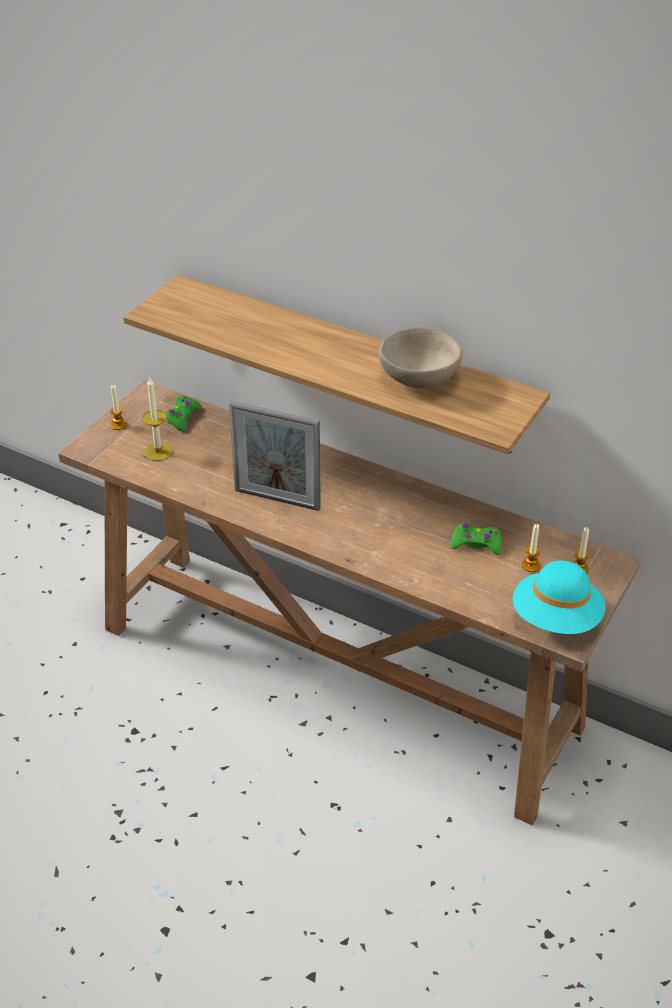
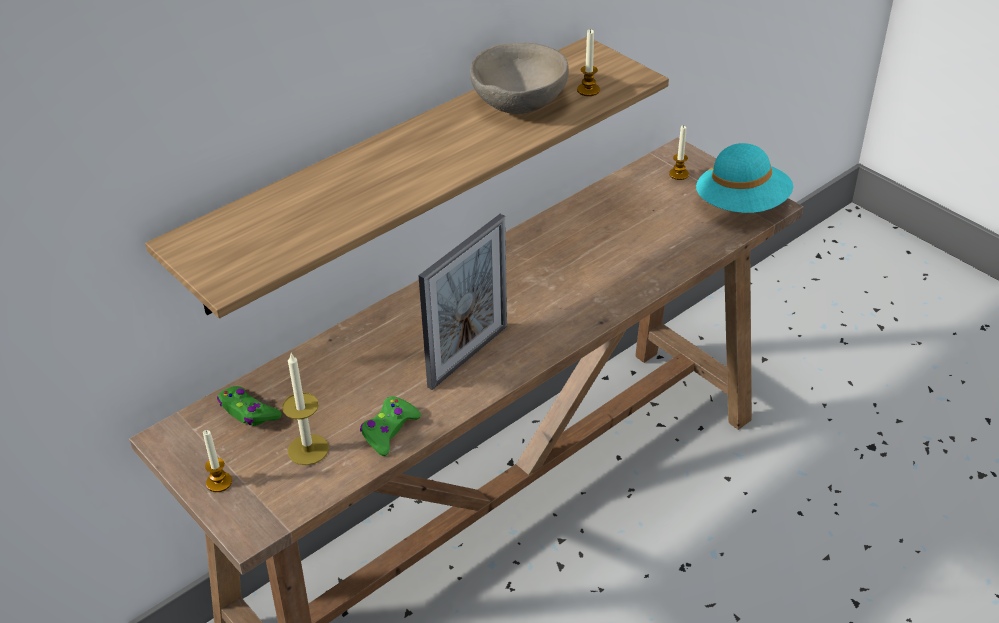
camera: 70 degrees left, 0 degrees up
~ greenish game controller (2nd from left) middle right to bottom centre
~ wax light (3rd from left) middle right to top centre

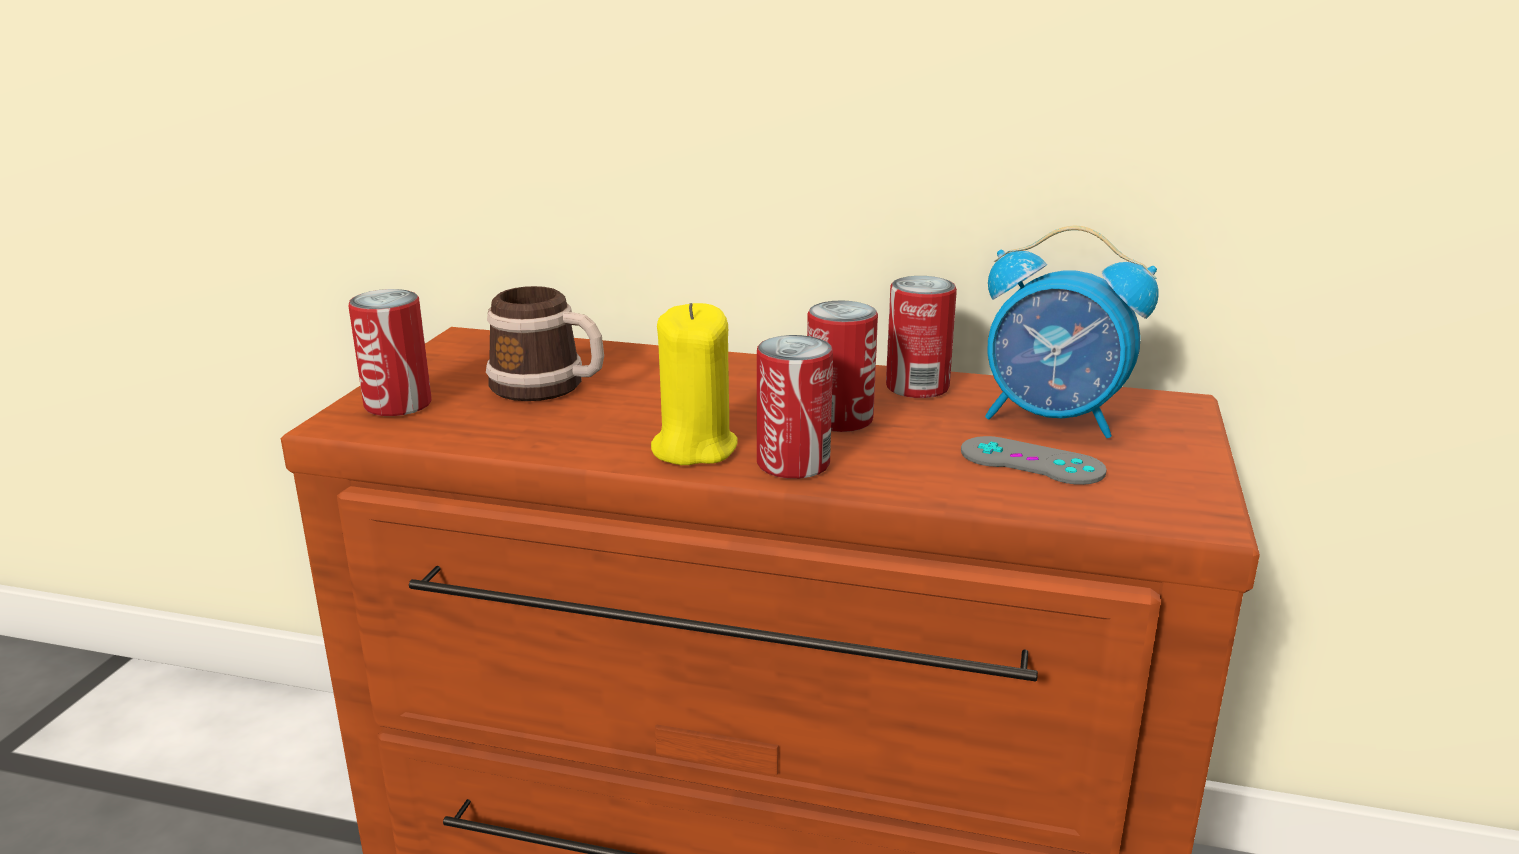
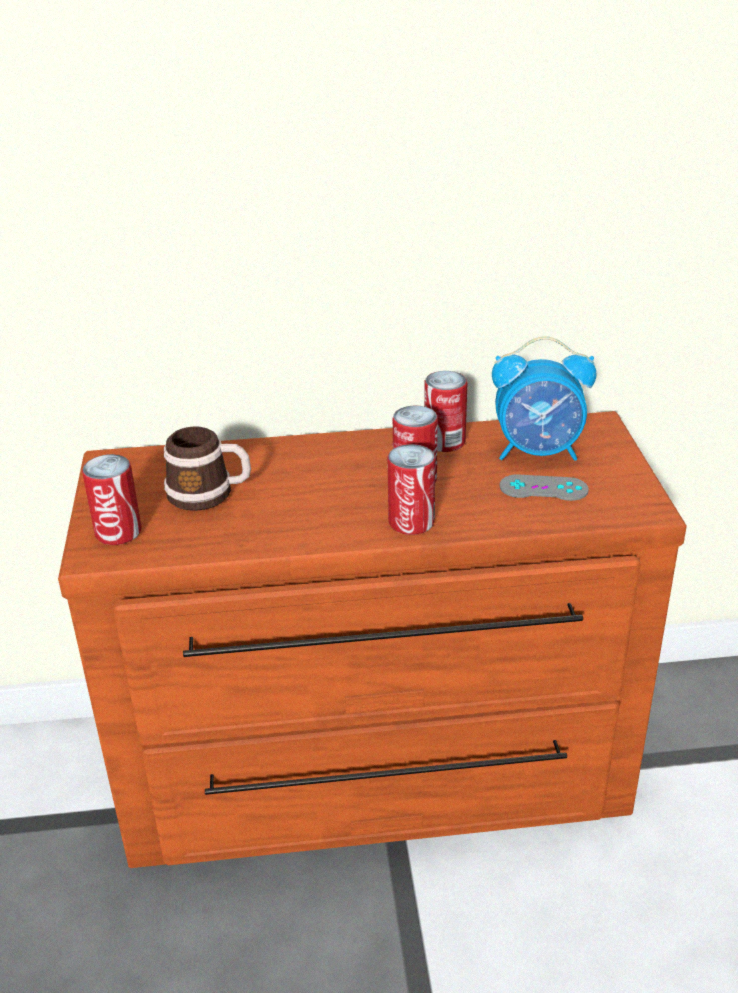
camera: 20 degrees left, 10 degrees up
- yellowish wax light centre

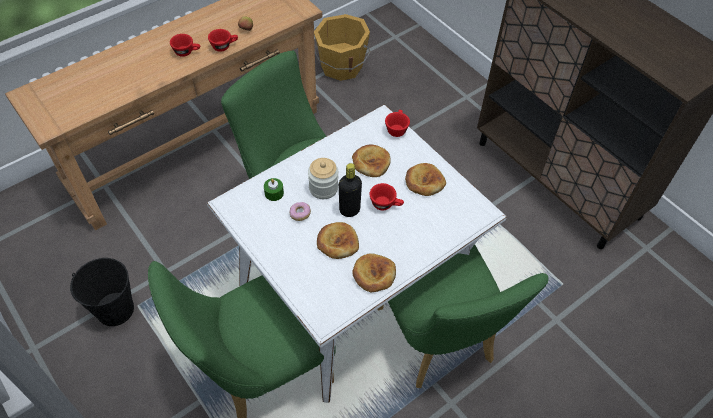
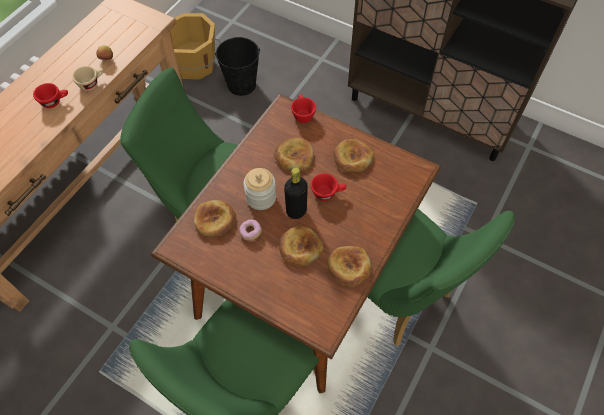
camera: 20 degrees left, 5 degrees up
~ black pail bottom left to top centre
~ white dining table centre to brownish dining table centre
~ red-coloured drinking cup (2nd from left) top left to sand-coloured drinking cup top left
~ greenish wax light centre to baked bread (1st from left) centre

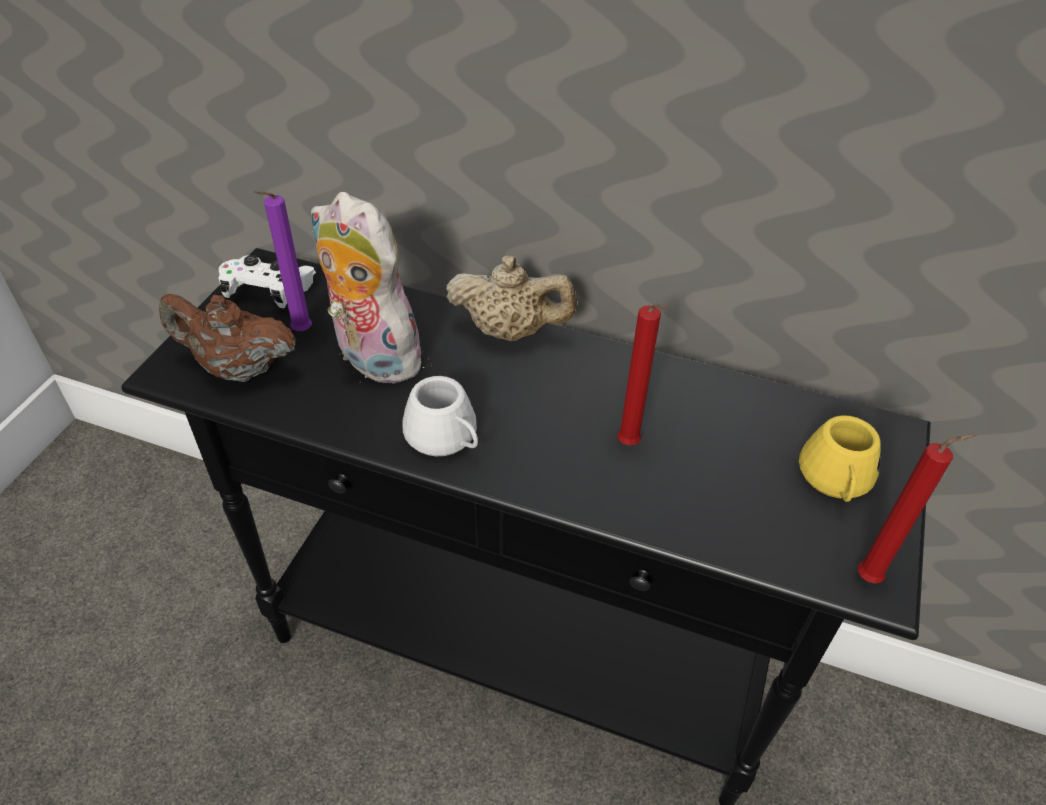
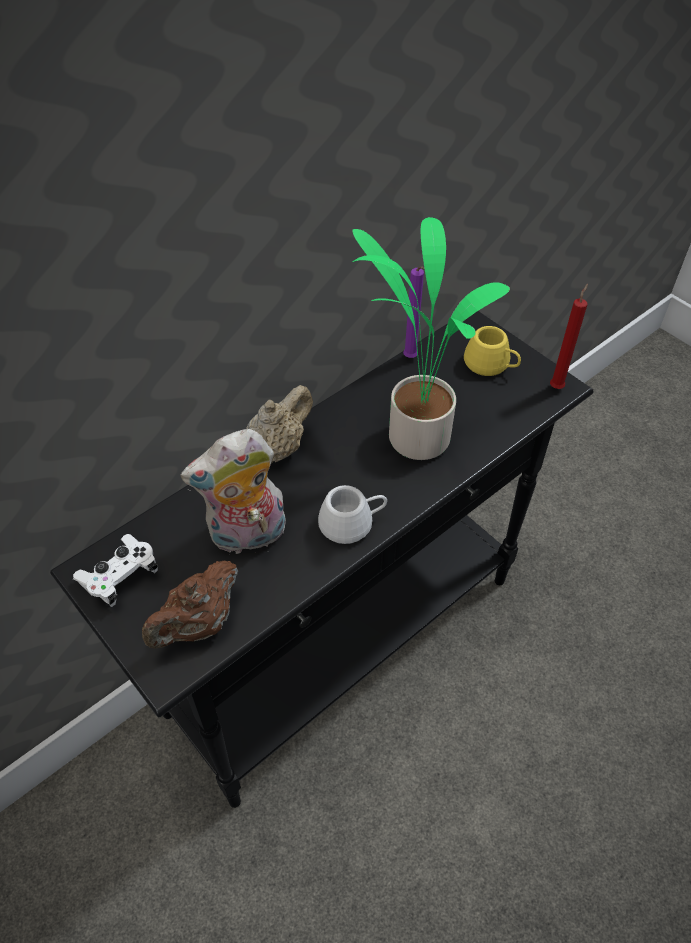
camera: 60 degrees left, 5 degrees up
~ purple wax light top left to top centre
~ red-coloured wax light (1st from left) centre to plant in a pot centre

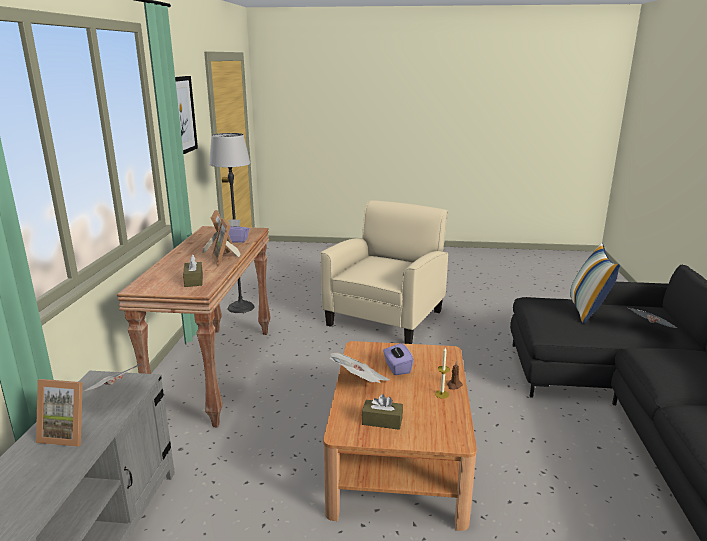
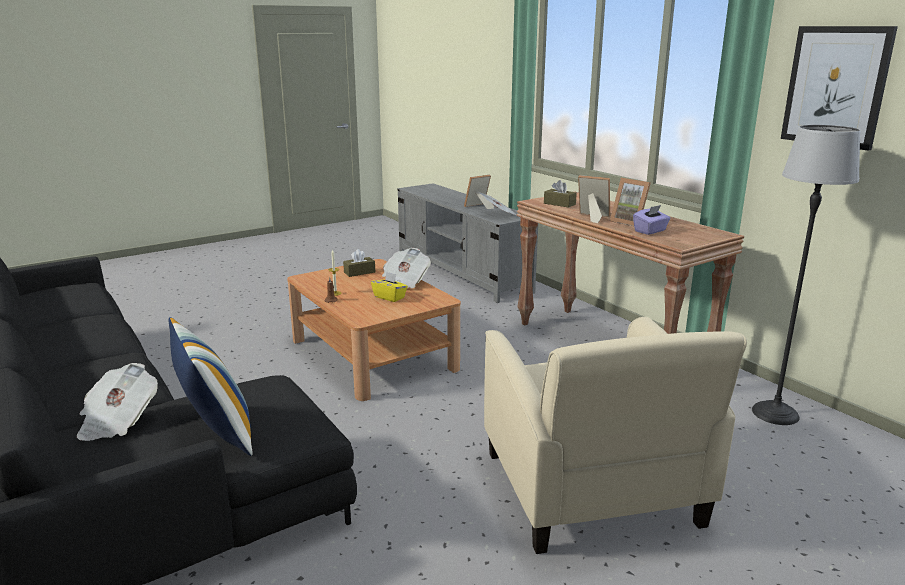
camera: 140 degrees right, 0 degrees up
~ purple tissue box (2nd from left) centre to yellowish tissue box centre

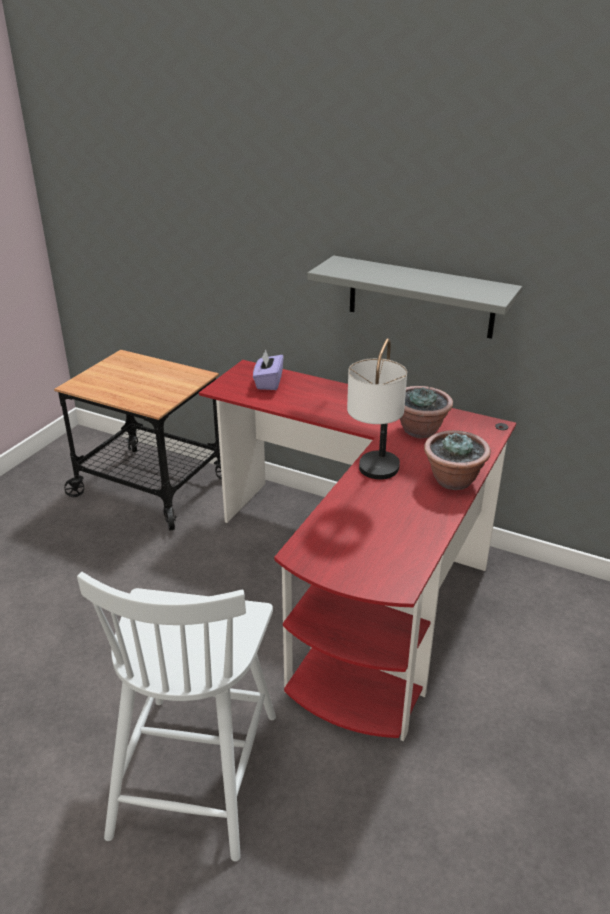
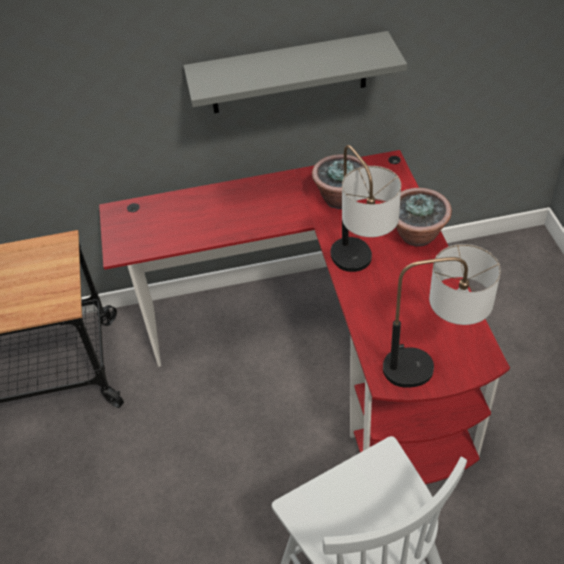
camera: 35 degrees left, 15 degrees up
- purple tissue box centre
+ table lamp (2nd from left) middle right

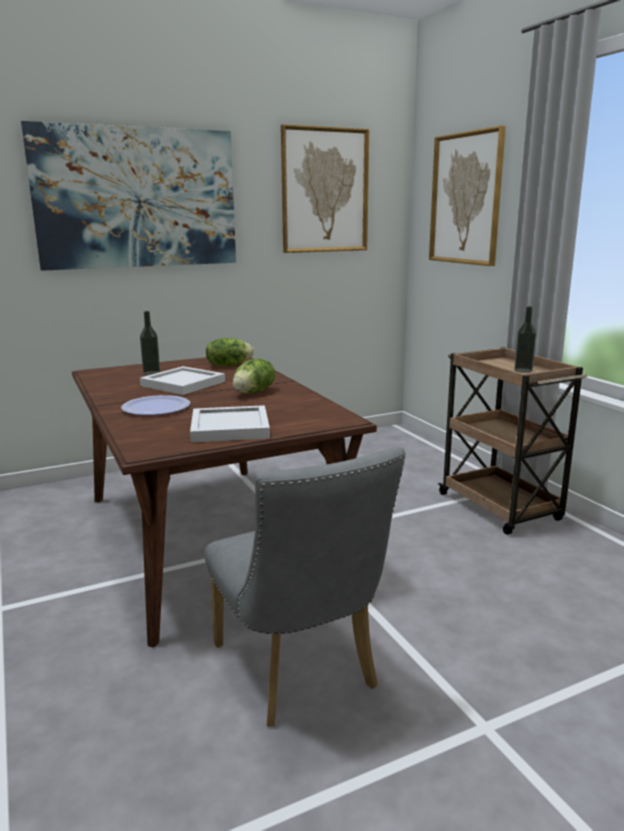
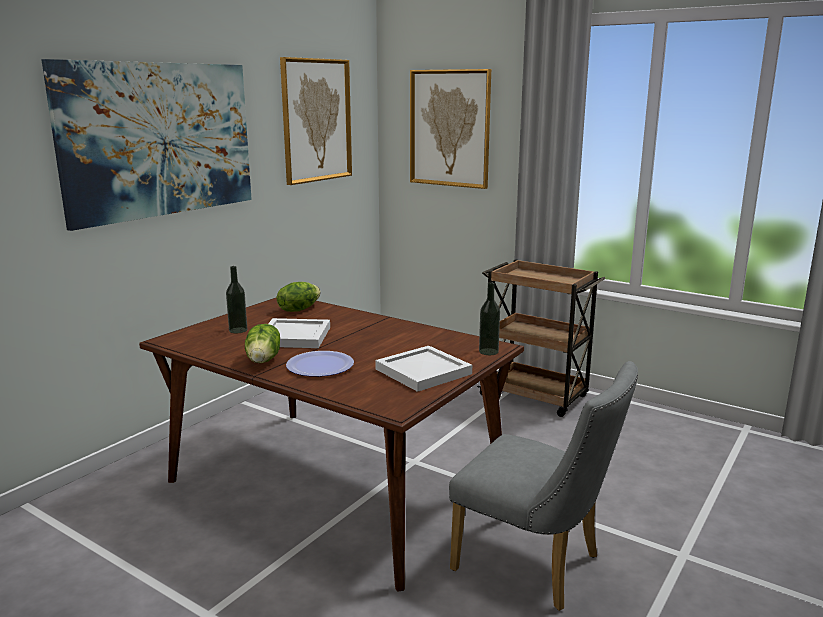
camera: 30 degrees left, 0 degrees up
~ lettuce head (2nd from left in the first image) centre to lettuce head (1st from left) middle left
~ drink bottle (2nd from left) middle right to centre

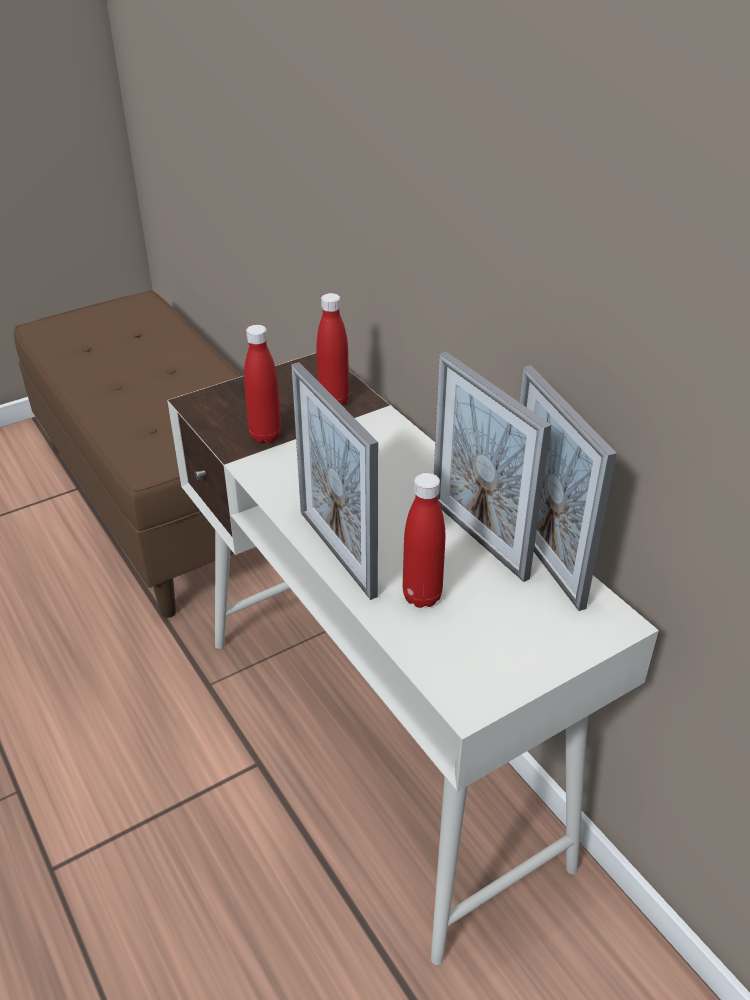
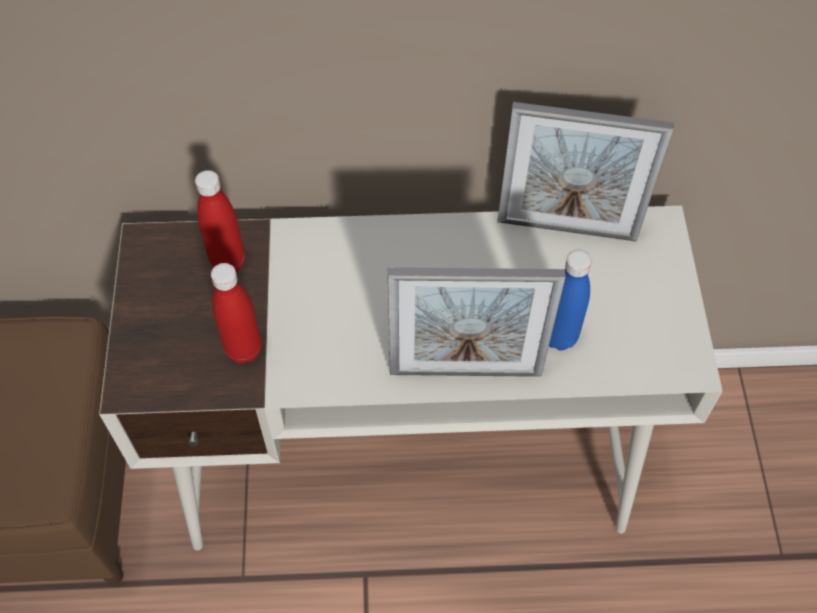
camera: 60 degrees left, 20 degrees up
~ red-coloured drink bottle (3rd from left) centre to bluish drink bottle middle right
- photo frame (2nd from left) centre

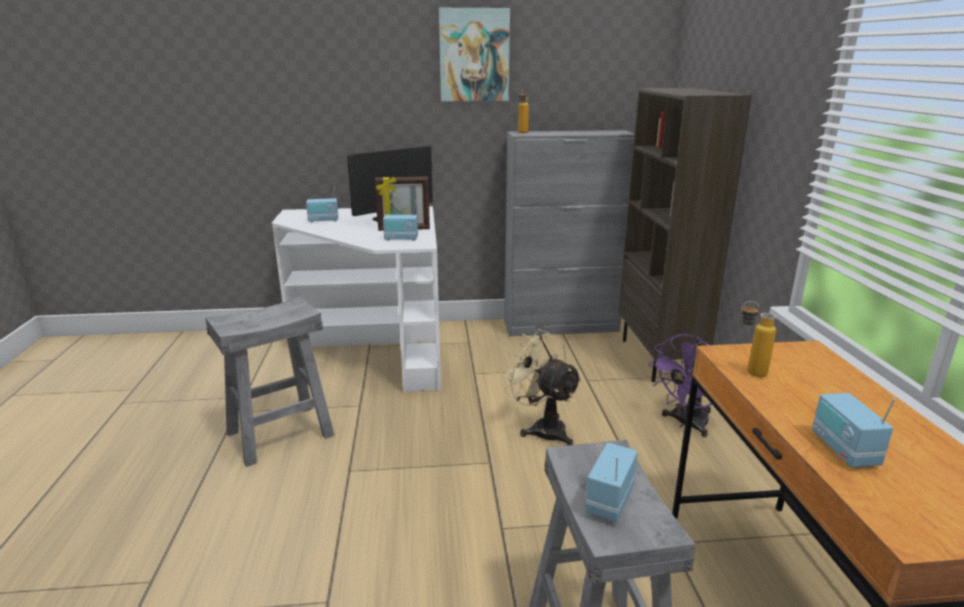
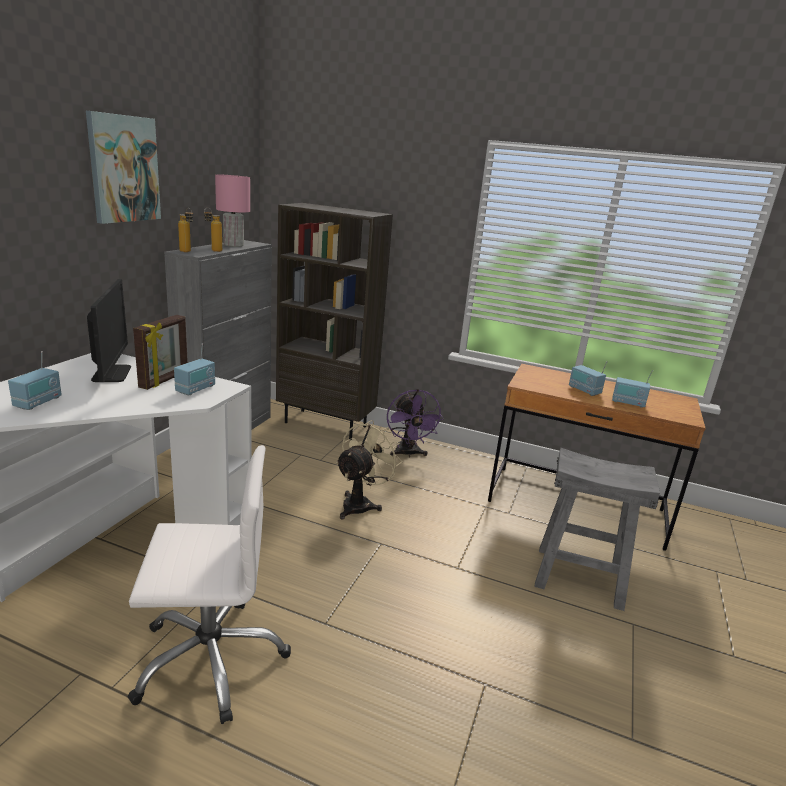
camera: 65 degrees left, 0 degrees up
~ grey sitting stool (1st from left) middle left to white office chair bottom left
~ sand-coloured fan centre = centre 135 degrees clockwise
~ radio (3rd from left) bottom centre to middle right
~ drink bottle (2nd from left) middle right to top left
+ pink table lamp top left

